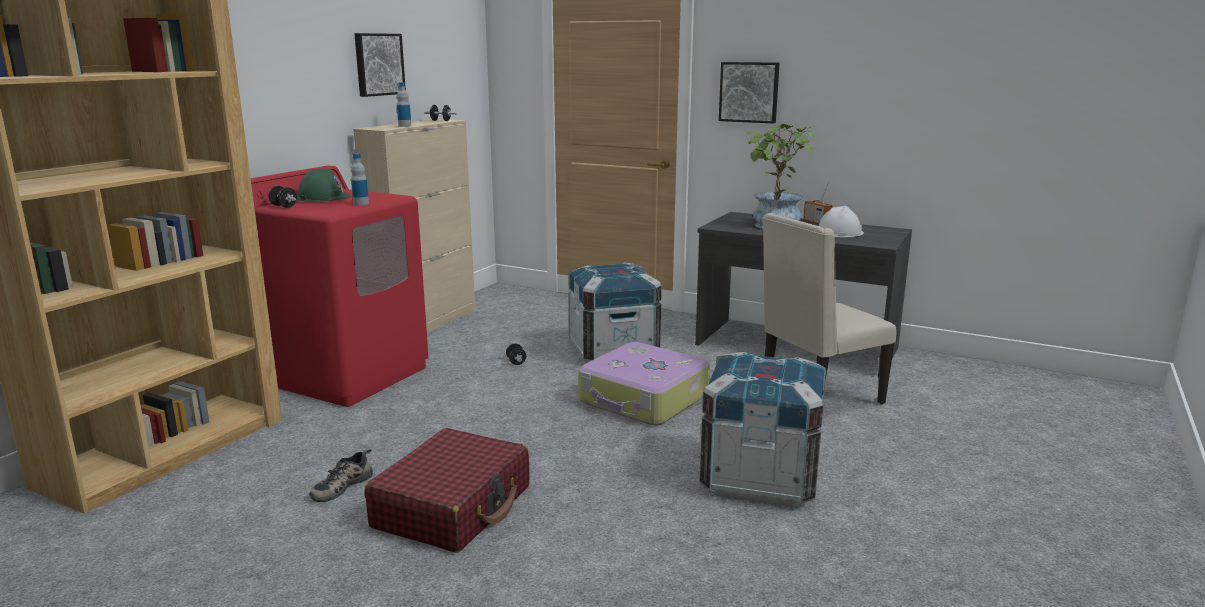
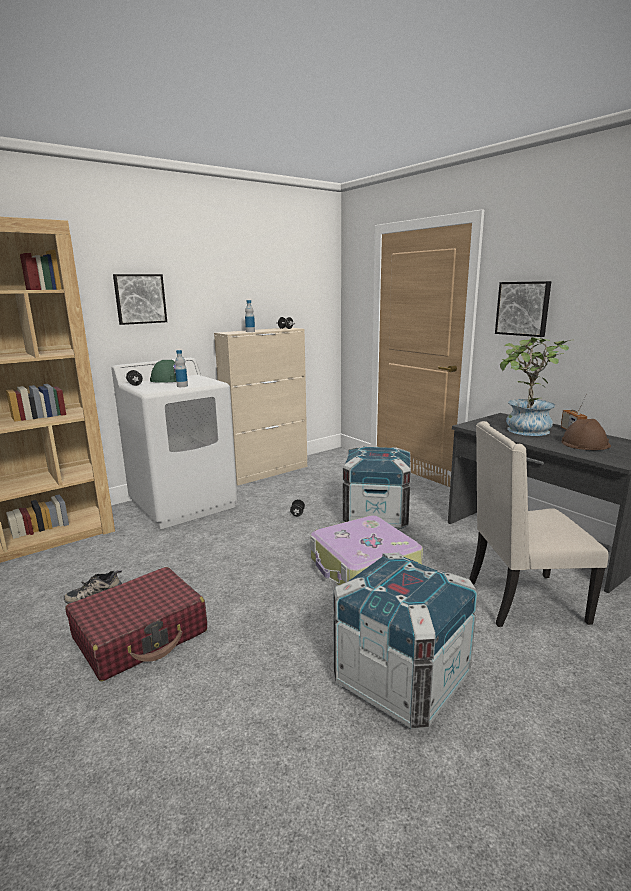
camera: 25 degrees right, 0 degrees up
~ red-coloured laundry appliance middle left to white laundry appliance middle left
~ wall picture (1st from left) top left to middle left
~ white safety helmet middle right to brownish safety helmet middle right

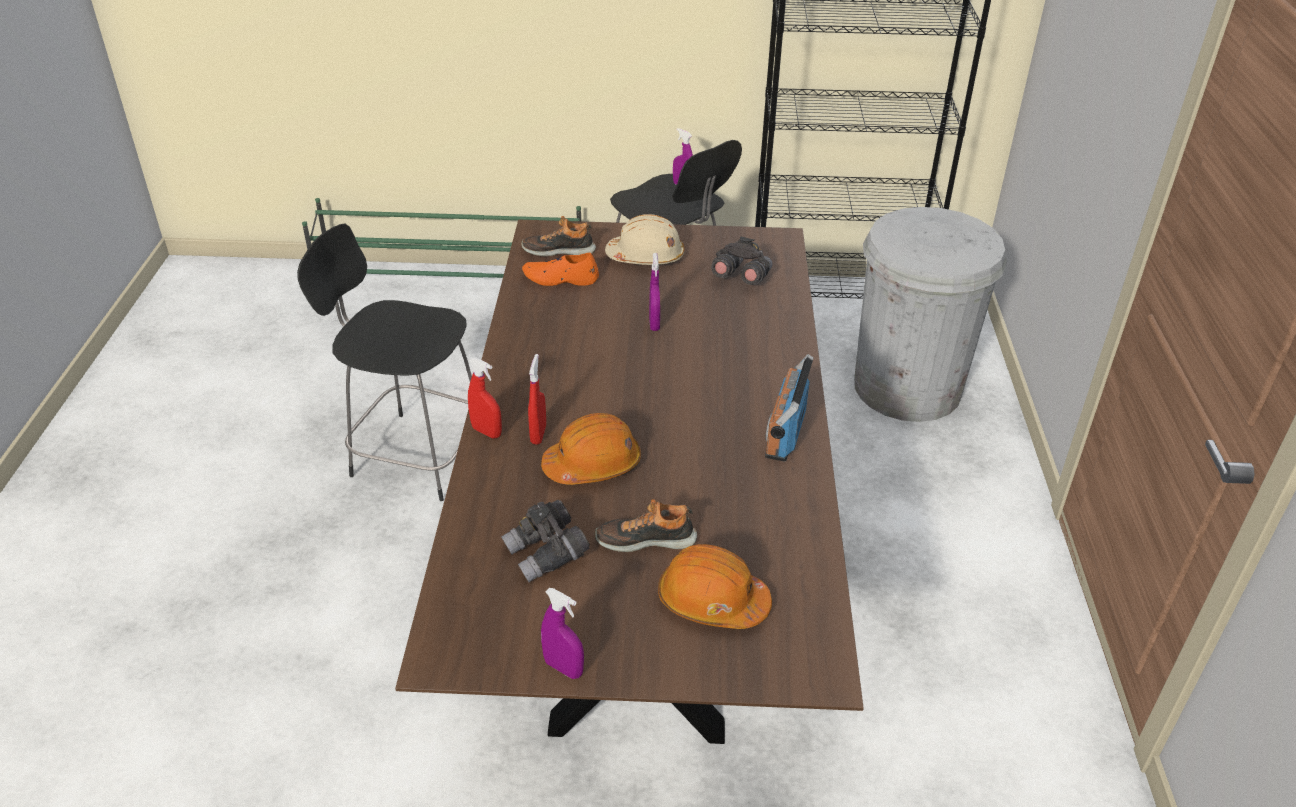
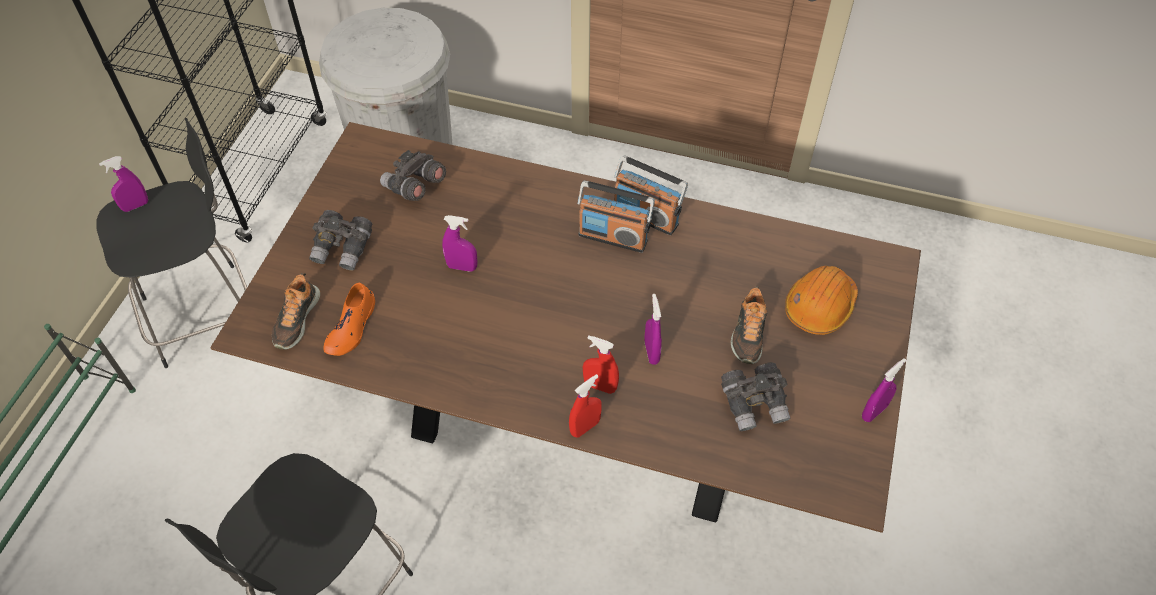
camera: 75 degrees left, 15 degrees up
~ orange safety helmet (1st from left) centre to purple spray bottle (3rd from left) centre
~ sand-coloured safety helmet top centre to grey field glasses (1st from left) middle left
+ radio (1st from left) centre

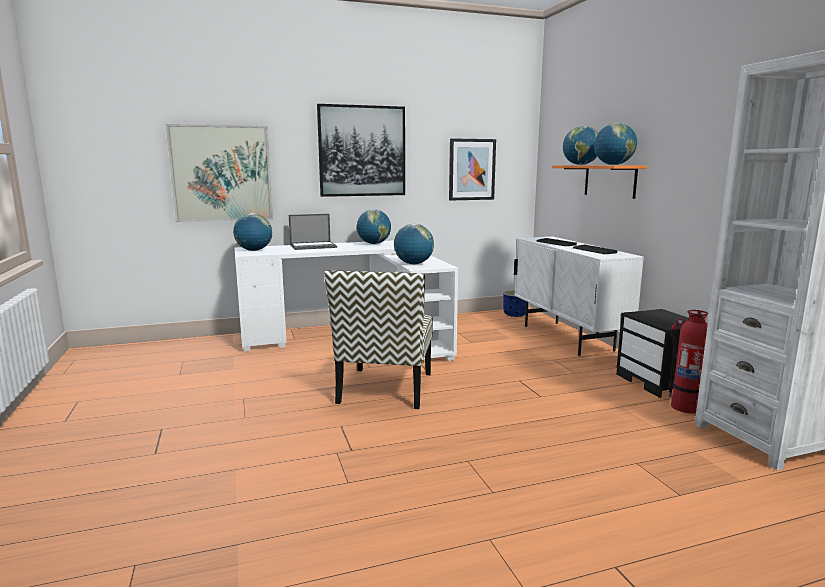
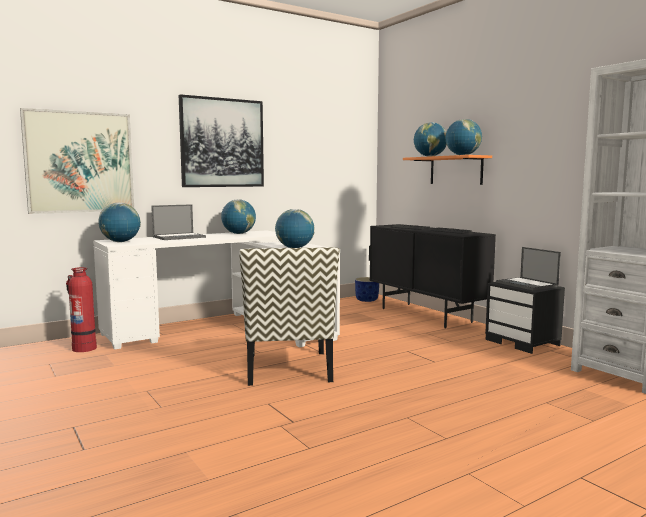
camera: 15 degrees left, 5 degrees down
- wall picture (3rd from left) top centre
~ white cupboard middle right to black cupboard middle right
~ fire extinguisher middle right to middle left
+ notebook computer (2nd from left) middle right

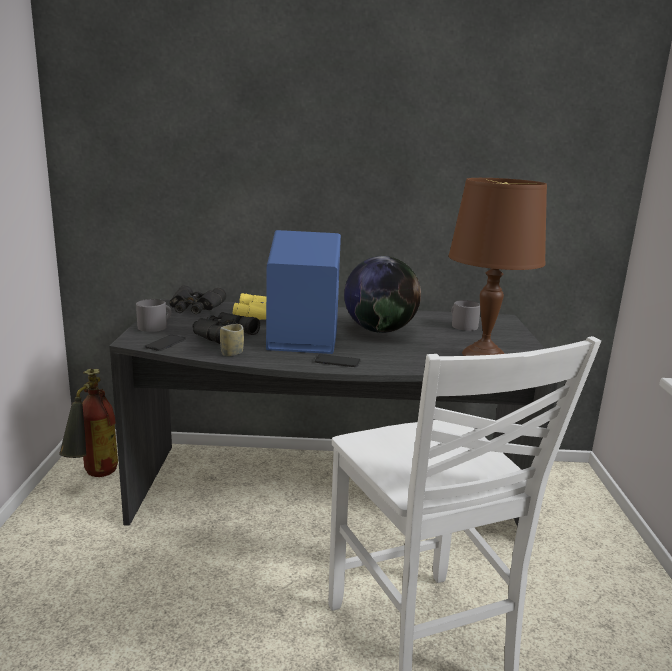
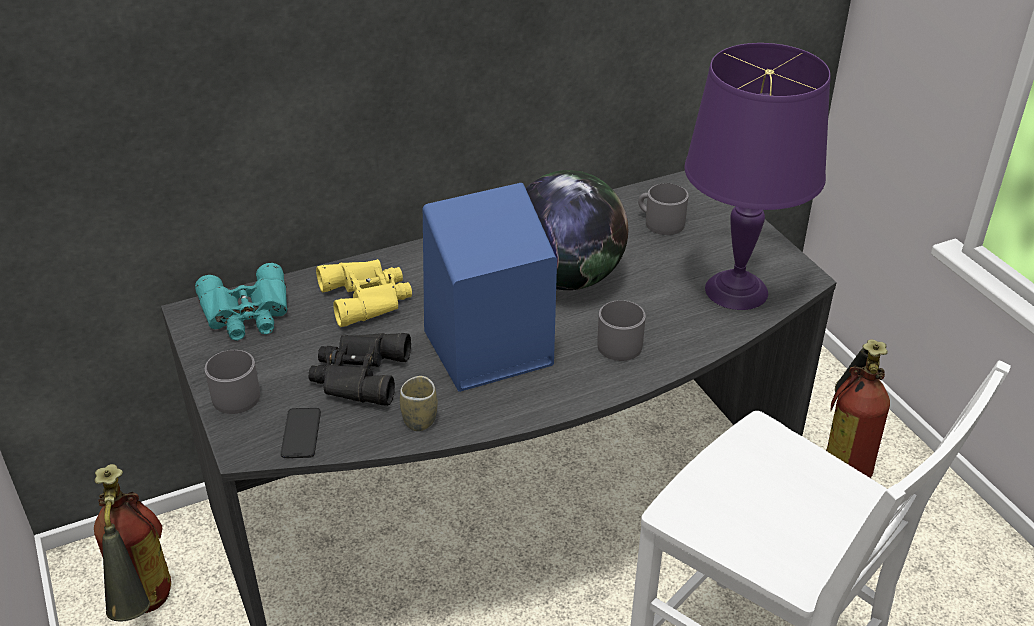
camera: 25 degrees left, 20 degrees up
~ black field glasses (1st from left) middle left to turquoise field glasses middle left
- handset (2nd from left) centre
~ brownish table lamp middle right to purple table lamp top right
+ grey mug (2nd from left) centre
+ fire extinguisher (2nd from left) middle right

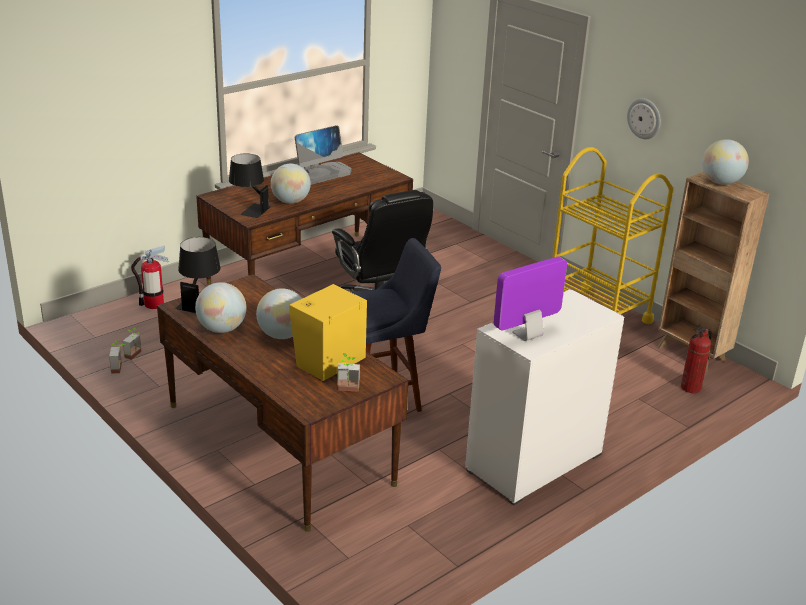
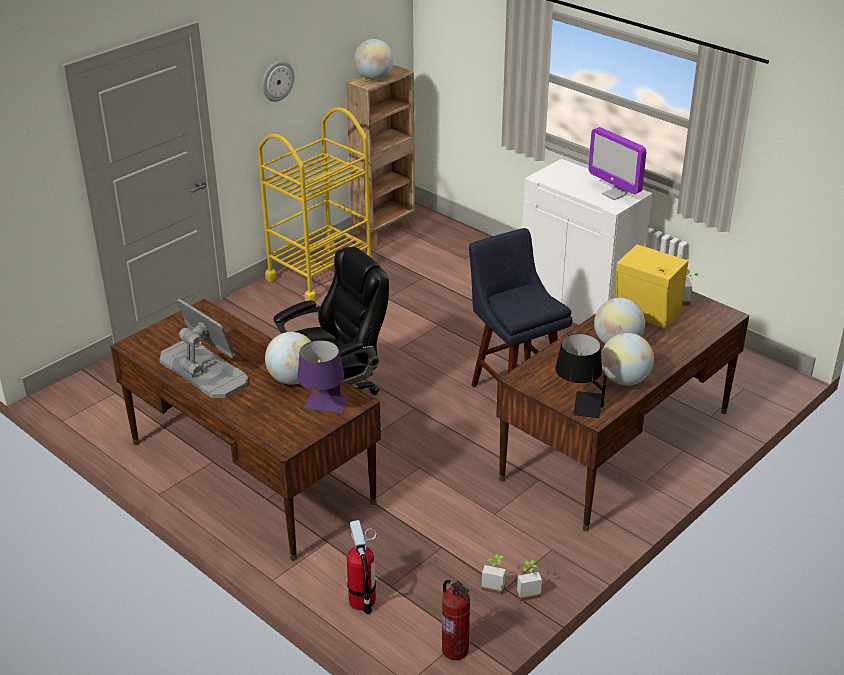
camera: 95 degrees left, 5 degrees up
~ black table lamp (2nd from left) top left to purple table lamp centre
~ fire extinguisher (2nd from left) middle right to bottom centre

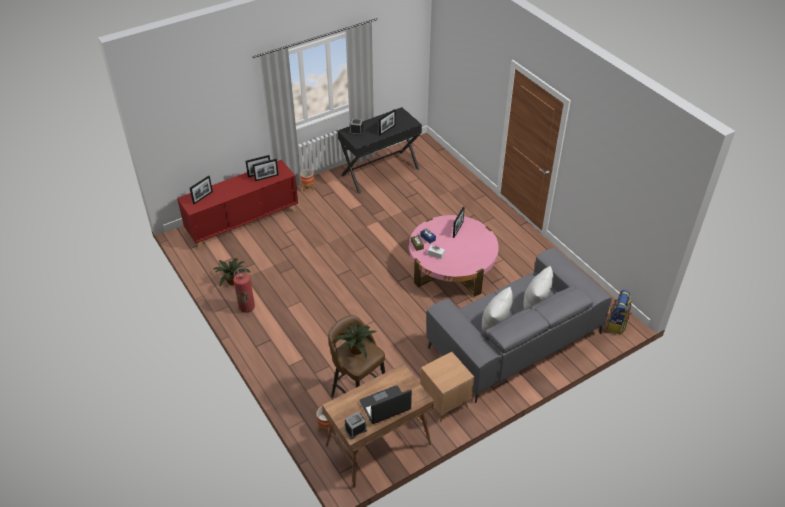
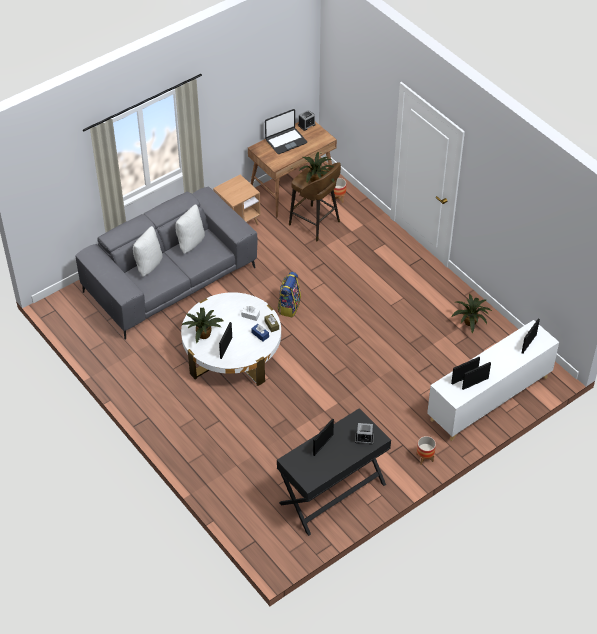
camera: 175 degrees right, 5 degrees up
~ red-coloured cupboard middle left to white cupboard middle right
- fire extinguisher middle left
~ pink lounge table centre to white lounge table centre
~ knapsack middle right to centre
+ plant in a pot (1st from left) centre

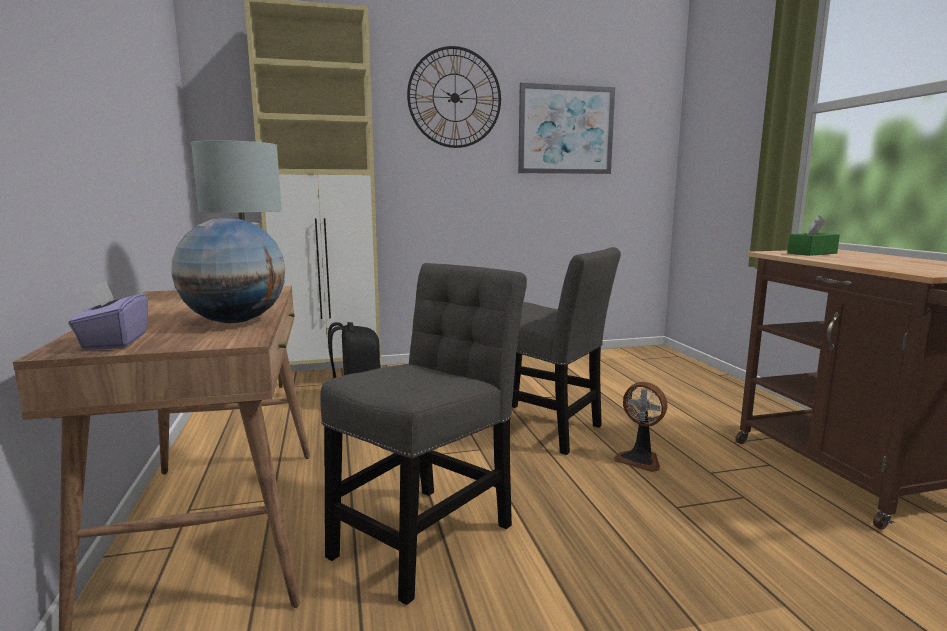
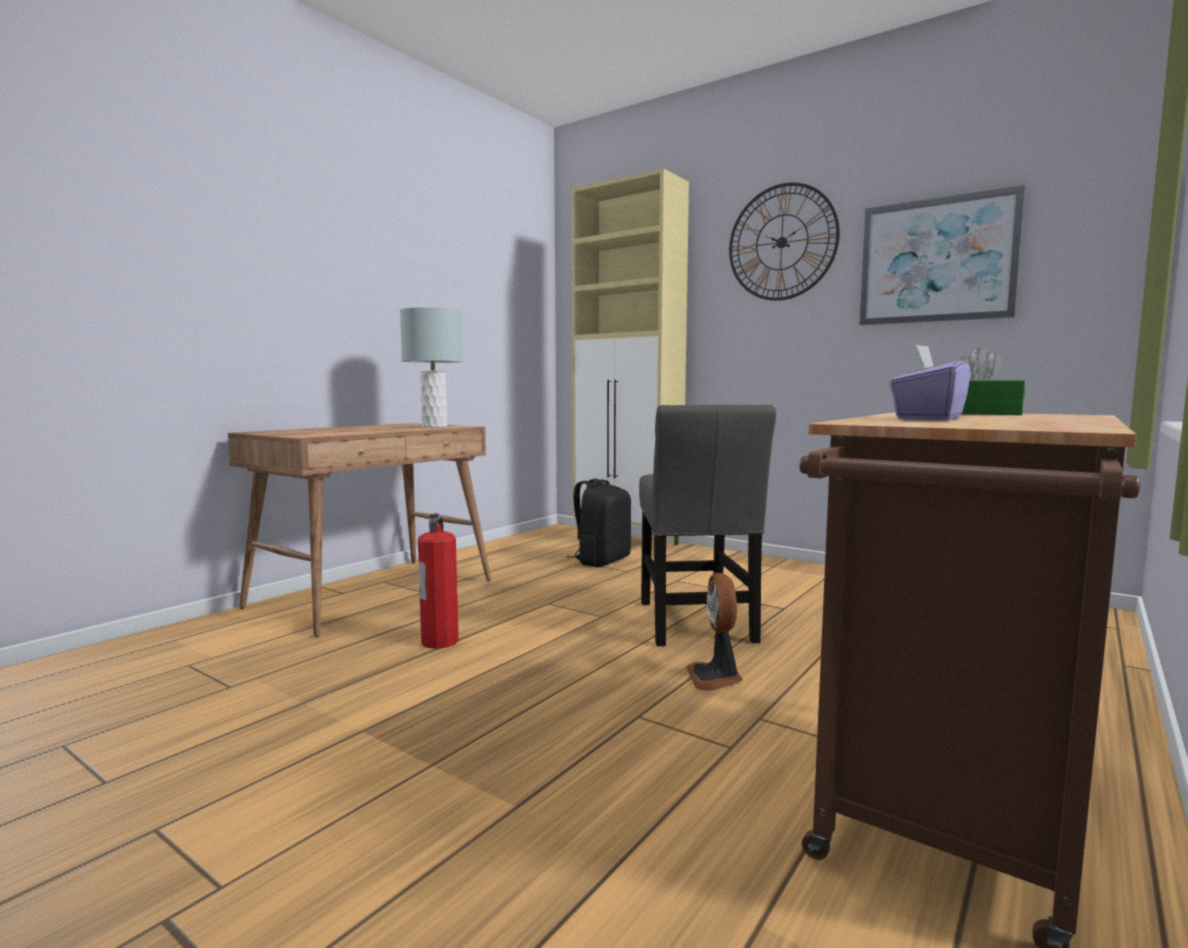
camera: 50 degrees right, 5 degrees down
~ purple tissue box middle left to middle right
- globe middle left
~ grey chair (1st from left) bottom centre to fire extinguisher centre

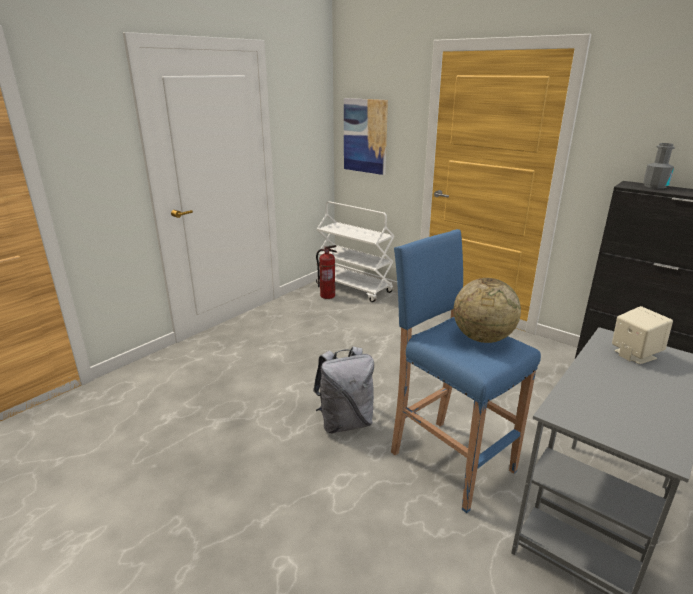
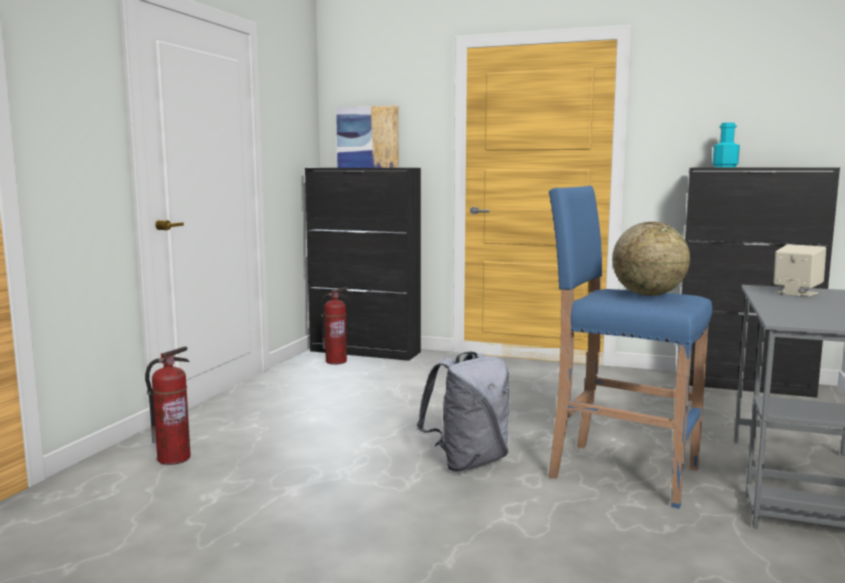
camera: 20 degrees left, 15 degrees down
~ white cart centre to black cupboard (1st from left) centre
~ grey drink bottle top right to turquoise drink bottle top right
+ fire extinguisher (1st from left) bottom left

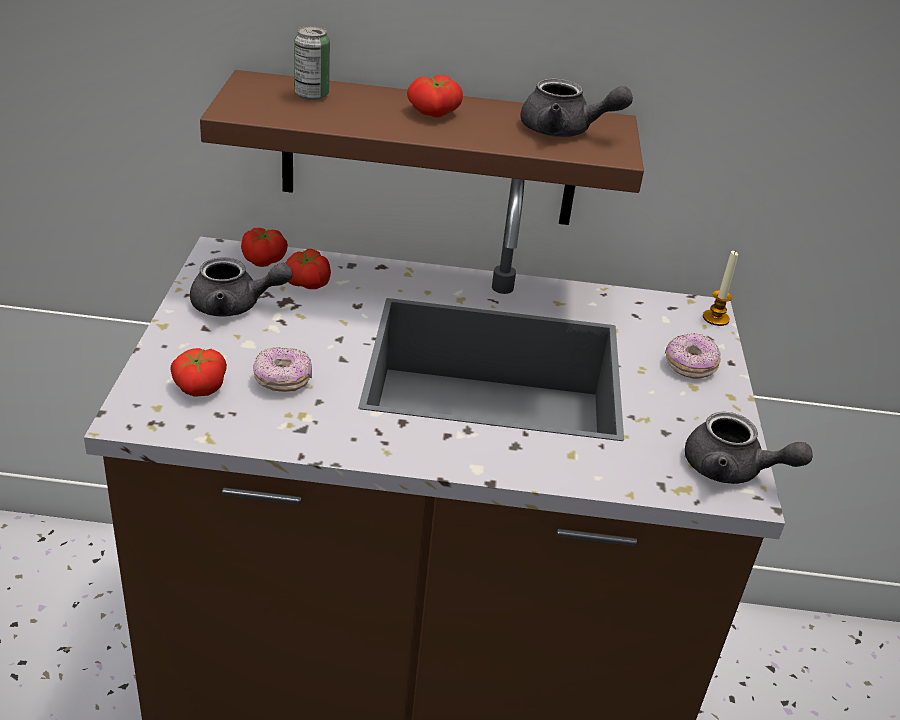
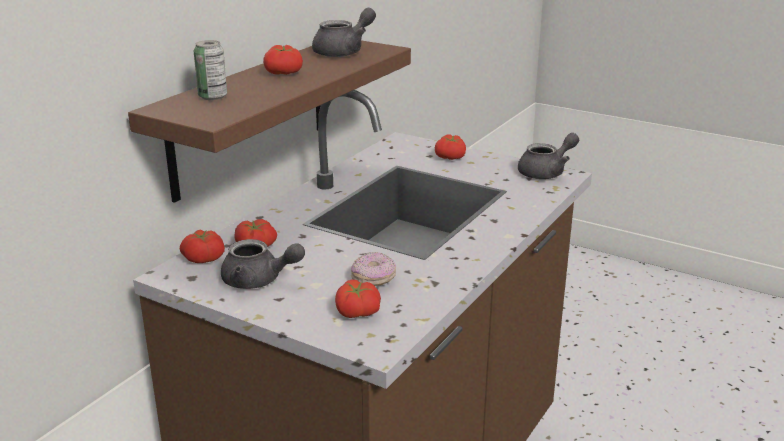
camera: 60 degrees left, 10 degrees down
~ grey tea pot (1st from left) middle left = centre 75 degrees clockwise
~ ring doughnut (2nd from left) middle right to fresh tomato (5th from left) centre
- wax light middle right

